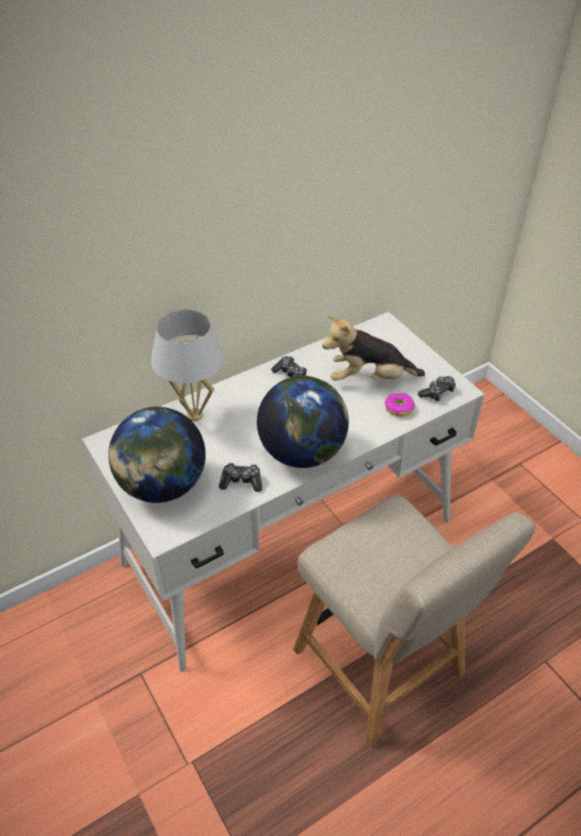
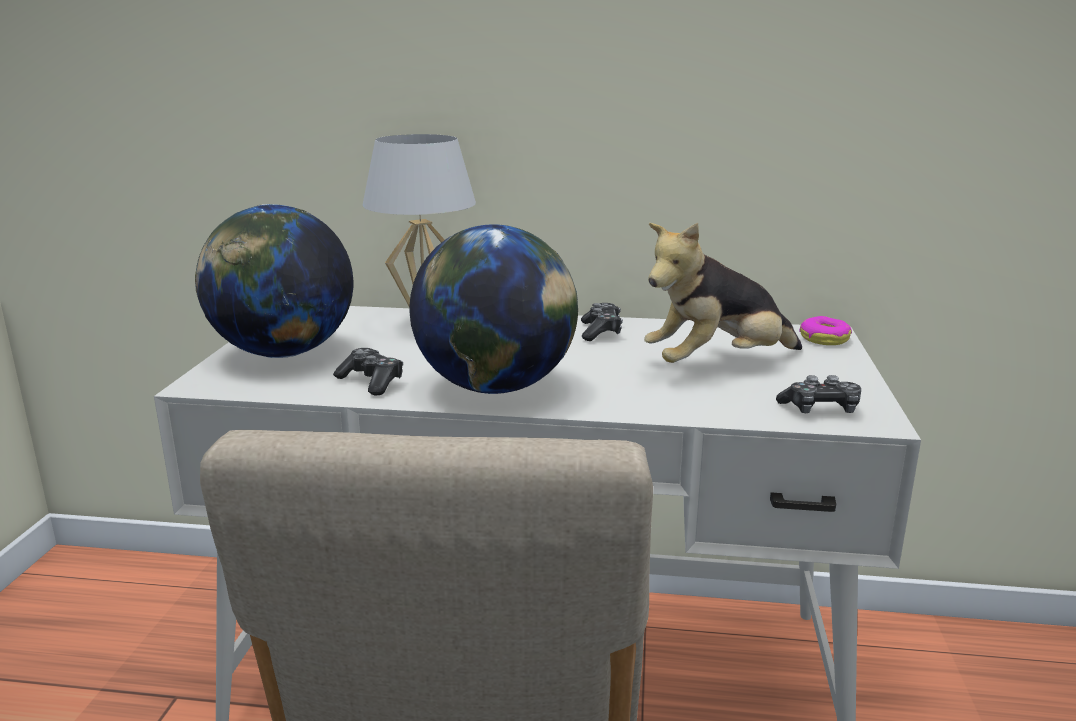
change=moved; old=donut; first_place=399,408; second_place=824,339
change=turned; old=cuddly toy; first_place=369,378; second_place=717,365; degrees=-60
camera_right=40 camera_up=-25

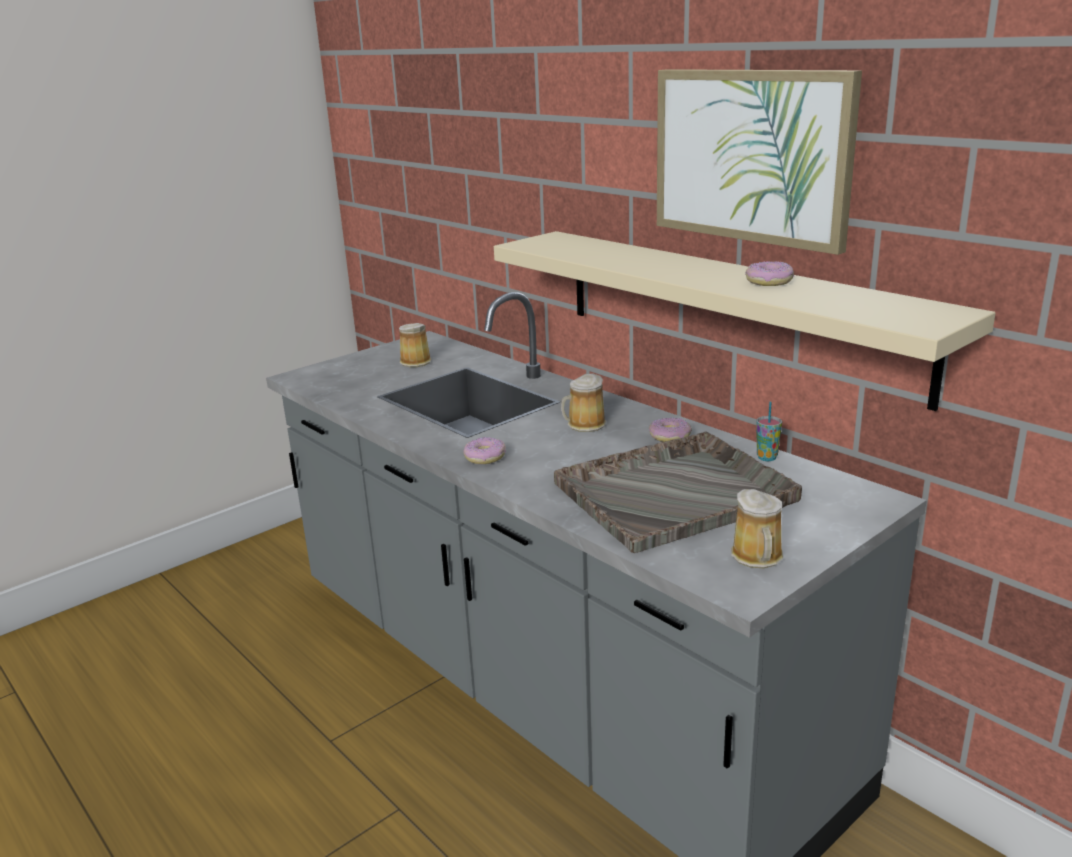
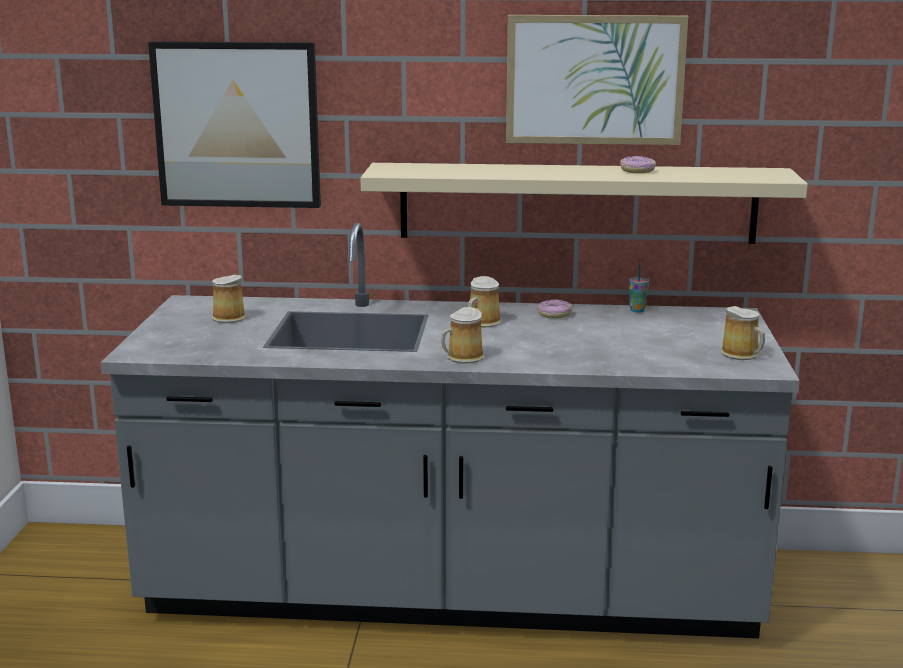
change=removed; old=serving tray/greyish; first_place=676,492
change=added; new=wall art; second_place=237,125
change=replaced; old=donut; new=coffee mug; first_place=484,457; second_place=462,357
camera_right=-45 camera_up=-5

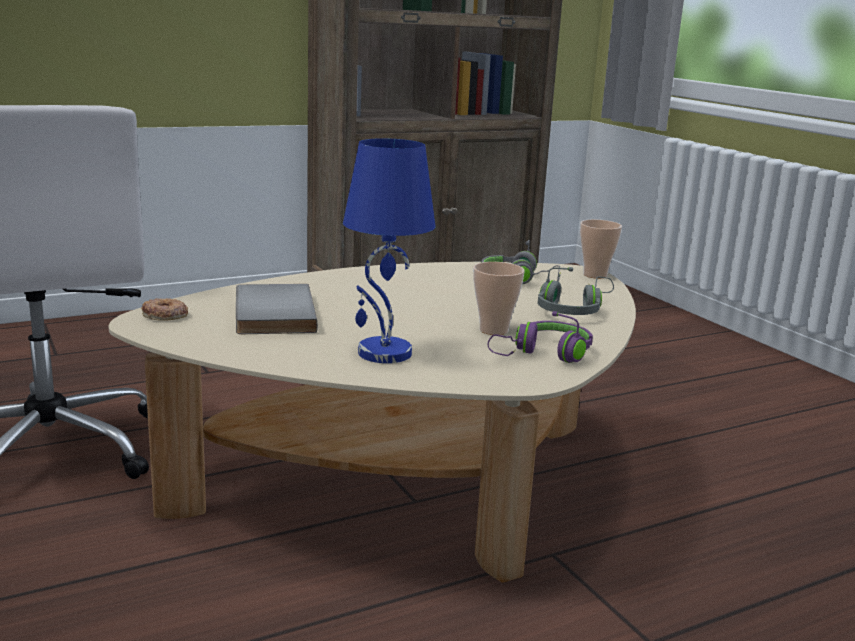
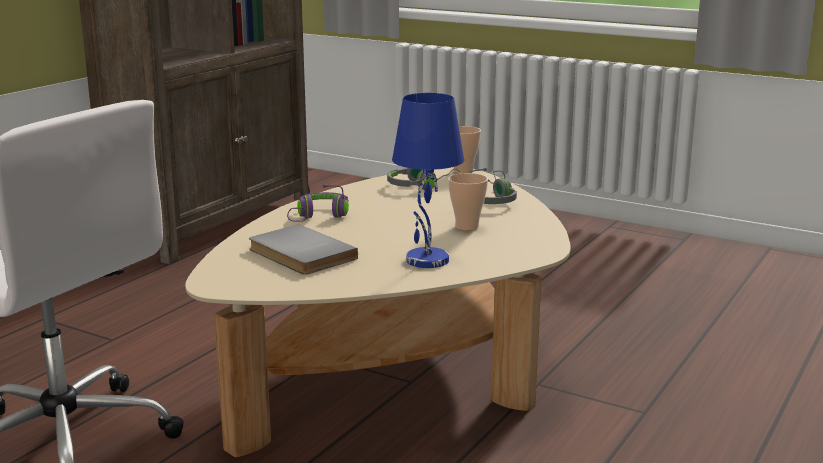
change=removed; old=donut; first_place=164,315
change=moved; old=pair of headphones/purple; first_place=544,355; second_place=319,216
camera_right=-30 camera_up=0

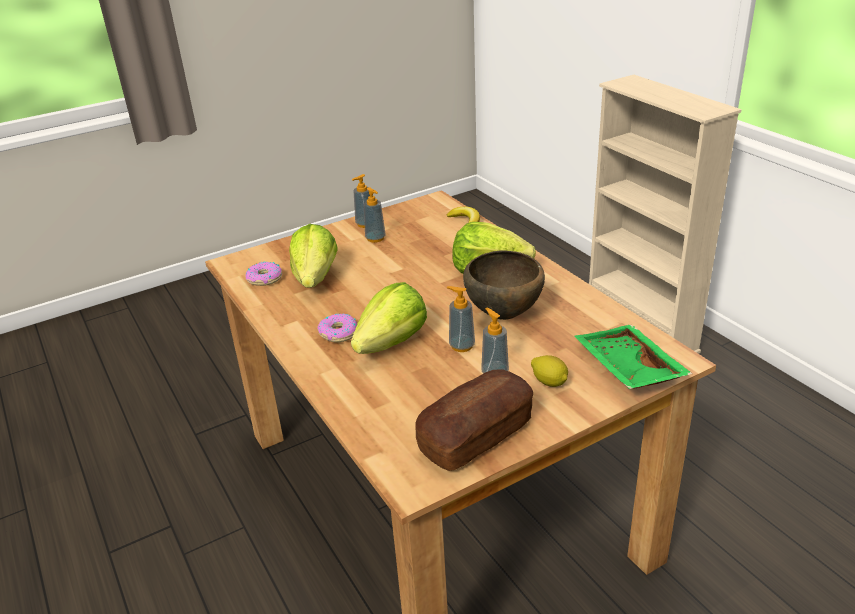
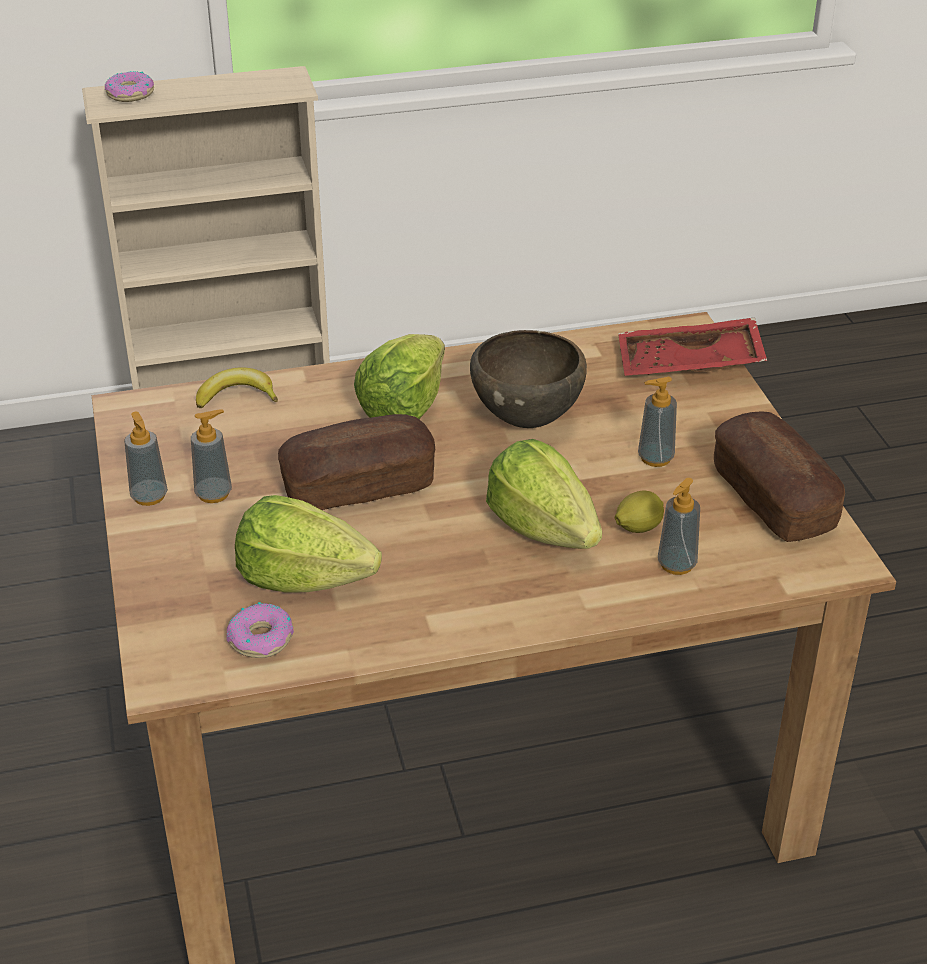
change=added; new=baked bread; second_place=358,486
change=moved; old=donut; first_place=338,333; second_place=130,94
change=moved; old=soap bottle; first_place=461,346; second_place=676,564
change=moved; old=citrus fruit; first_place=549,382; second_place=637,528
change=recoloured; old=serving tray/green; new=serving tray/red-coloured; first_place=626,369; second_place=689,366
camera_right=-75 camera_up=5

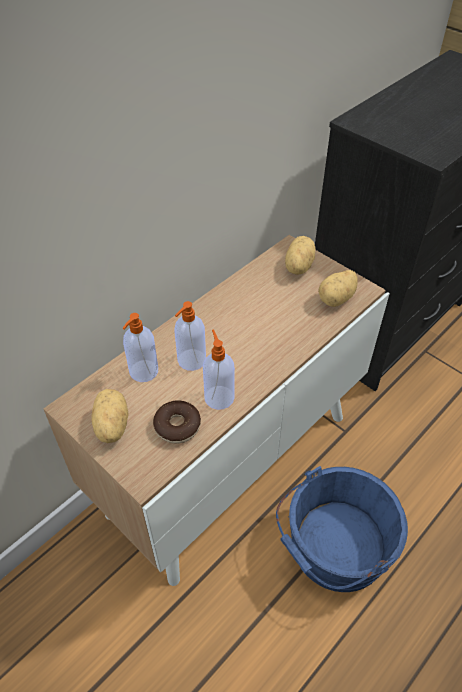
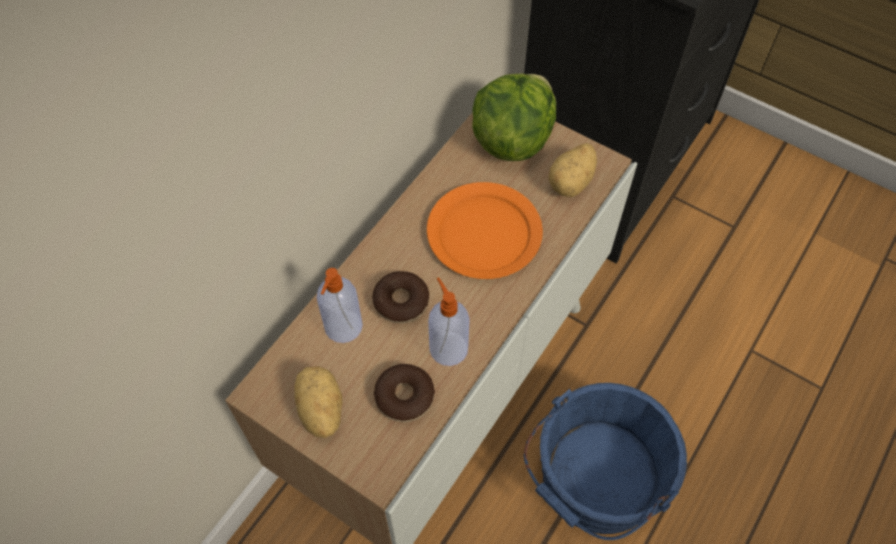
change=added; new=flat dish/orange-coloured; second_place=484,234
change=replaced; old=soap bottle; new=donut; first_place=191,360; second_place=401,302
change=replaced; old=whole potato; new=head of lettuce; first_place=297,266; second_place=512,139
camera_right=-10 camera_up=10

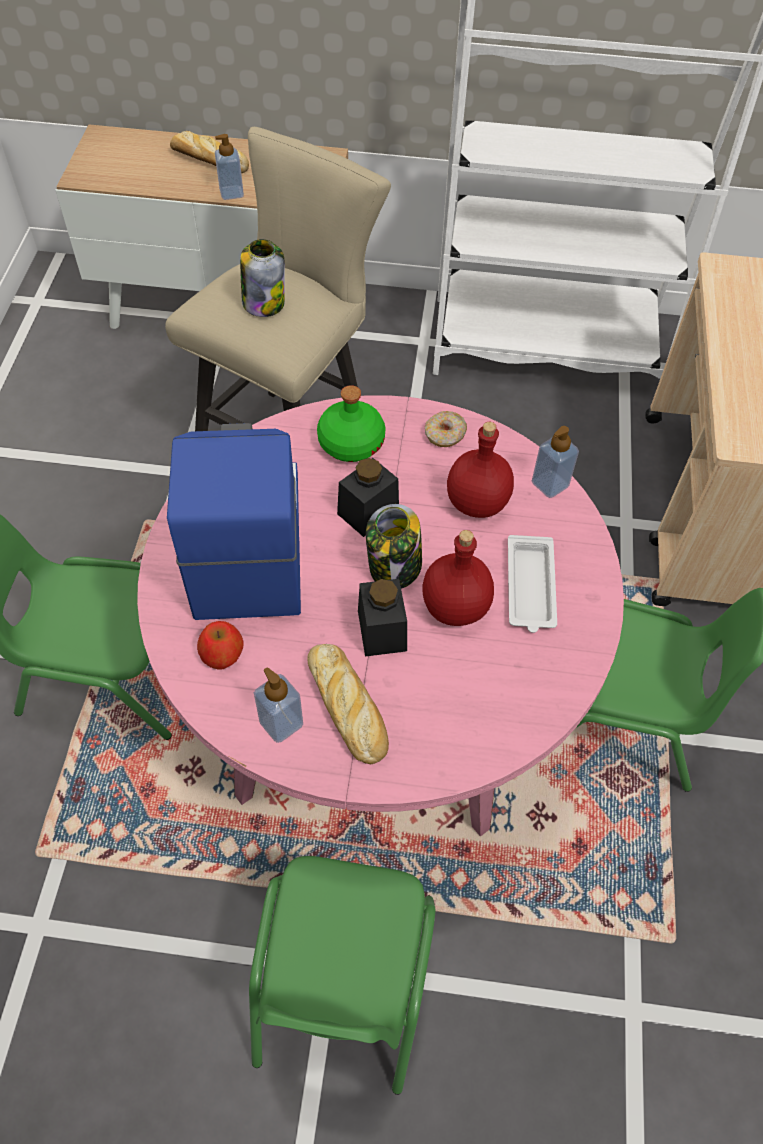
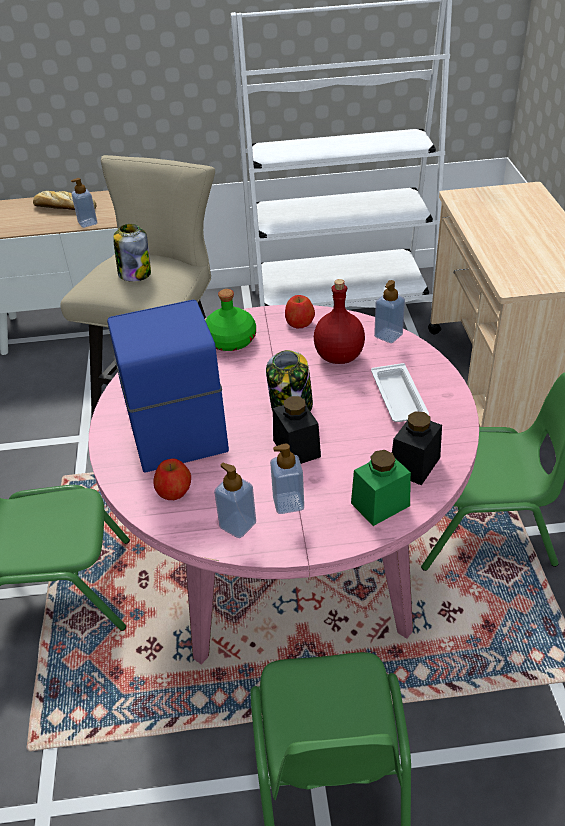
change=removed; old=bottle/red-coloured; first_place=455,606
change=added; new=jar/green; second_place=380,504
change=moved; old=jar/blackish; first_place=368,512; second_place=414,465
change=replaced; old=baked bread; new=soap bottle; first_place=348,708; second_place=288,503
change=replaced; old=donut; new=whole apple; first_place=445,435; second_place=299,322
camera_right=-10 camera_up=-15

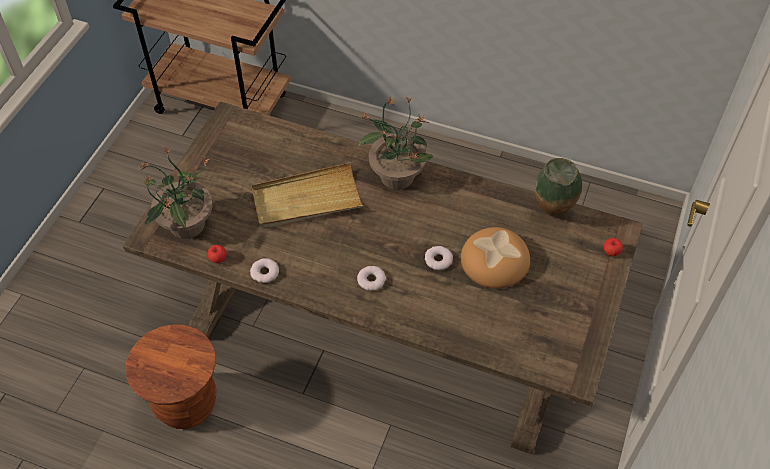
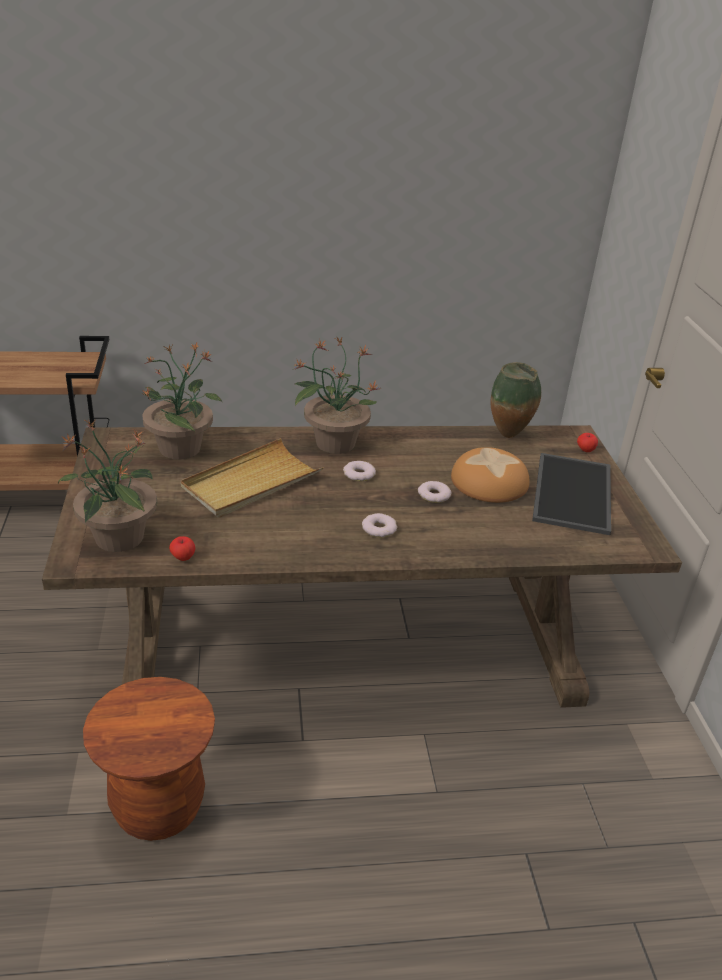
change=added; new=plant in a pot; second_place=181,448
change=added; new=serving tray; second_place=574,494
change=moved; old=donut; first_place=264,272; second_place=359,474
camera_right=-30 camera_up=-20

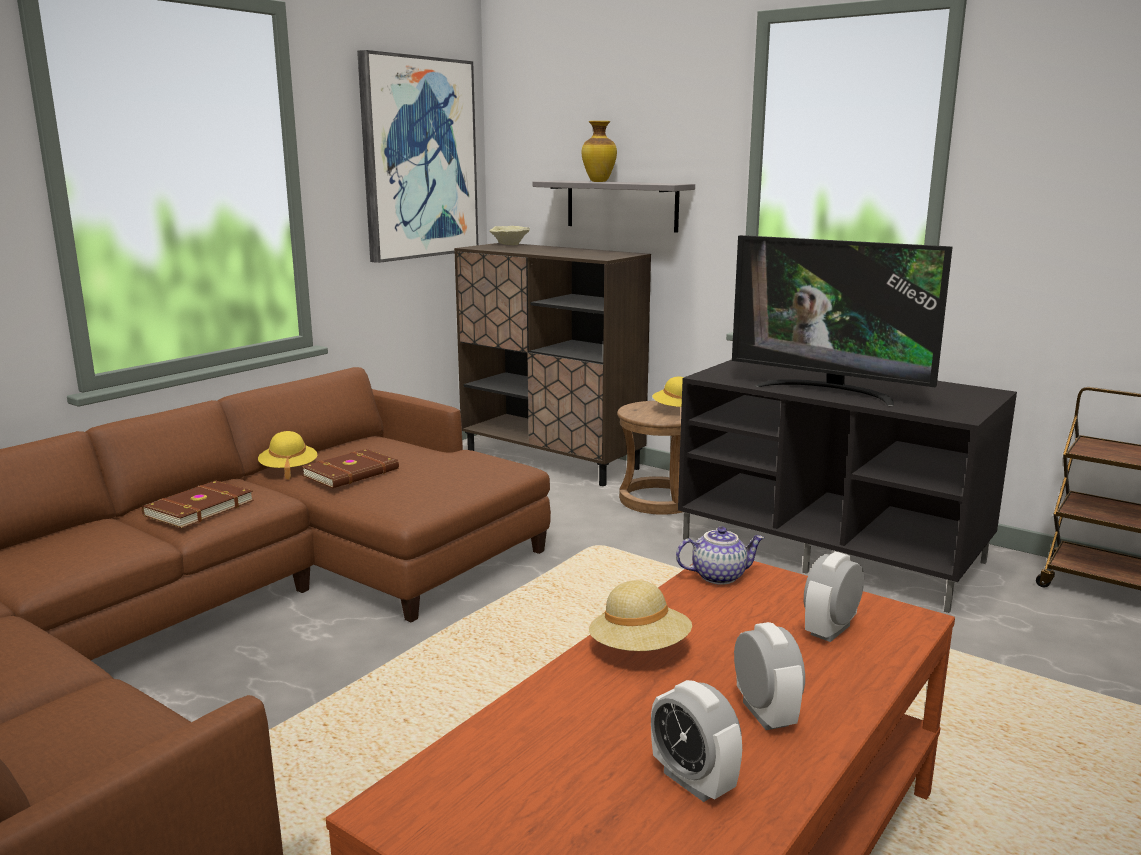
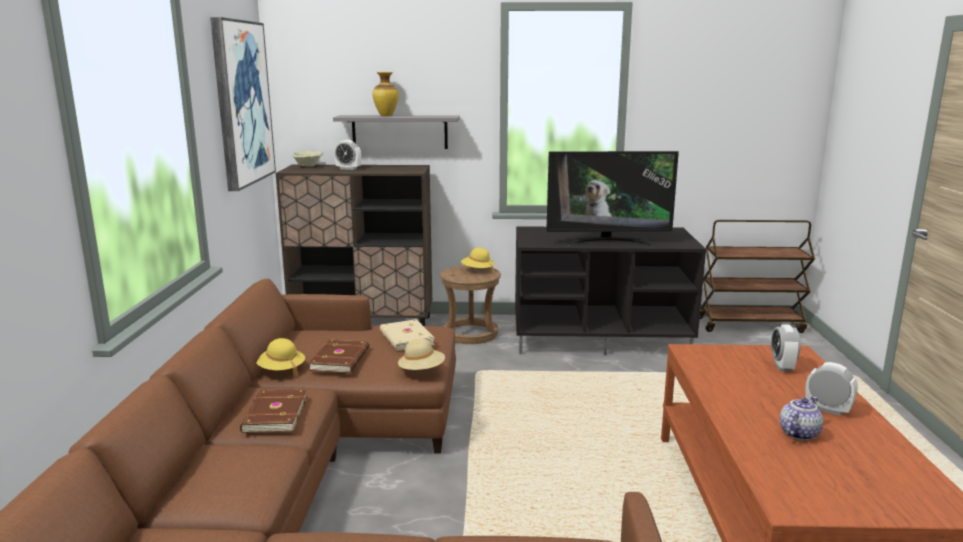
change=added; new=volume/beige-coloured; second_place=405,338
change=moved; old=wearable hat/beige-coloured; first_place=640,650; second_place=421,371
change=moved; old=alarm clock; first_place=693,781; second_place=348,169
change=moved; old=teapot; first_place=719,576; second_place=798,433
camera_right=-35 camera_up=0

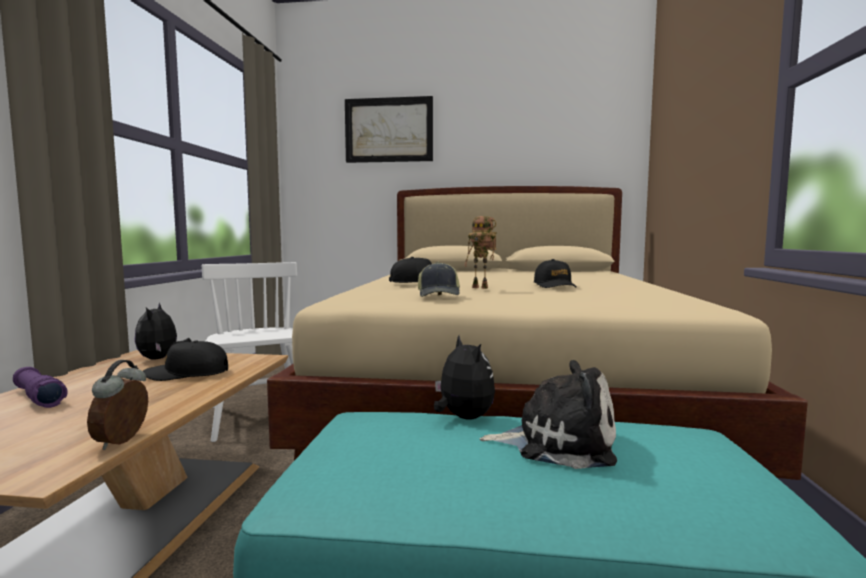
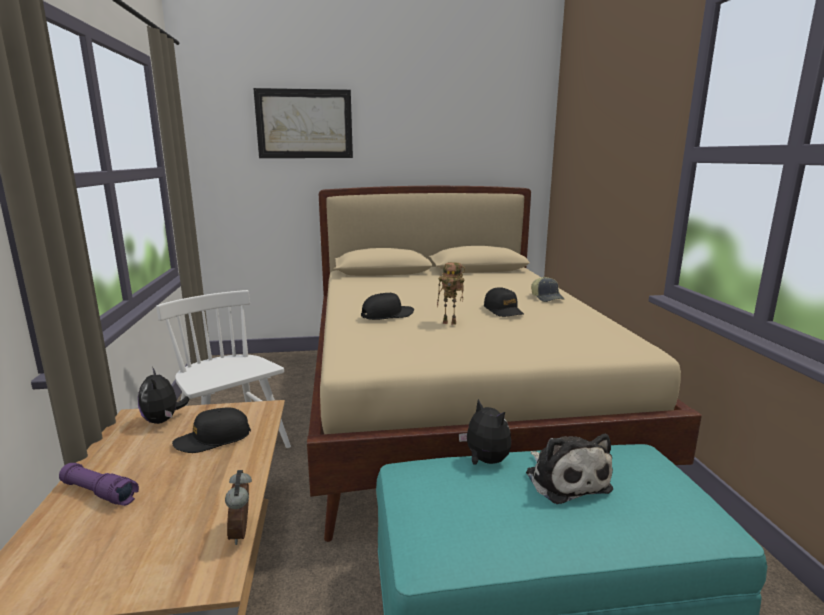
change=moved; old=cap; first_place=439,295; second_place=547,298
change=turned; old=cuddly toy; first_place=557,442; second_place=565,479; degrees=75
camera_right=-15 camera_up=10

